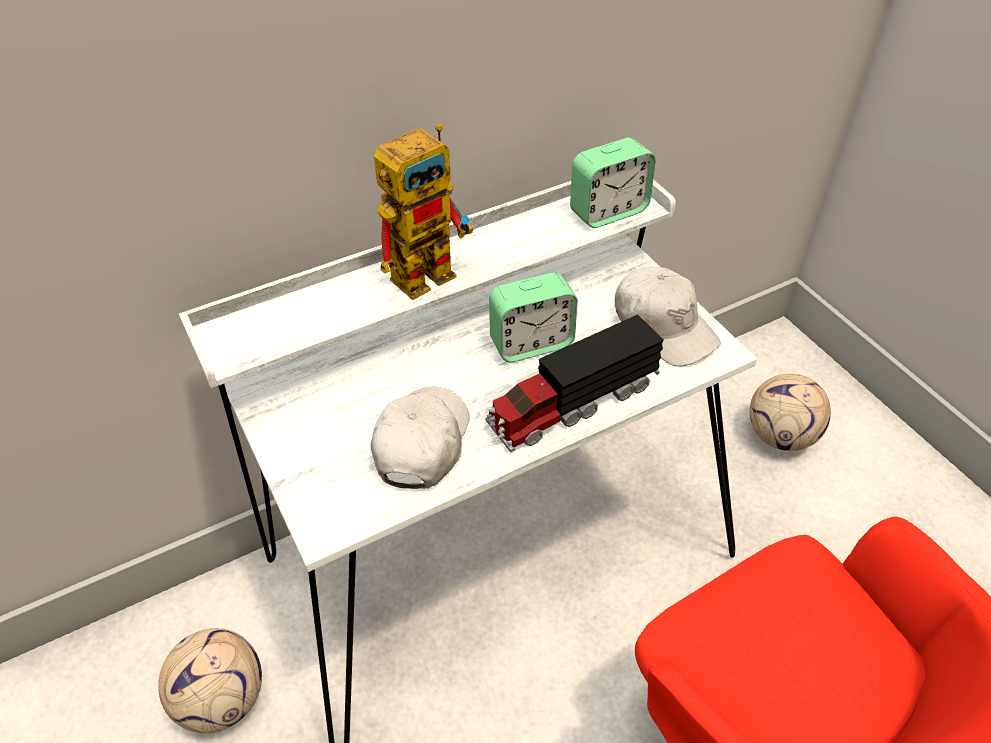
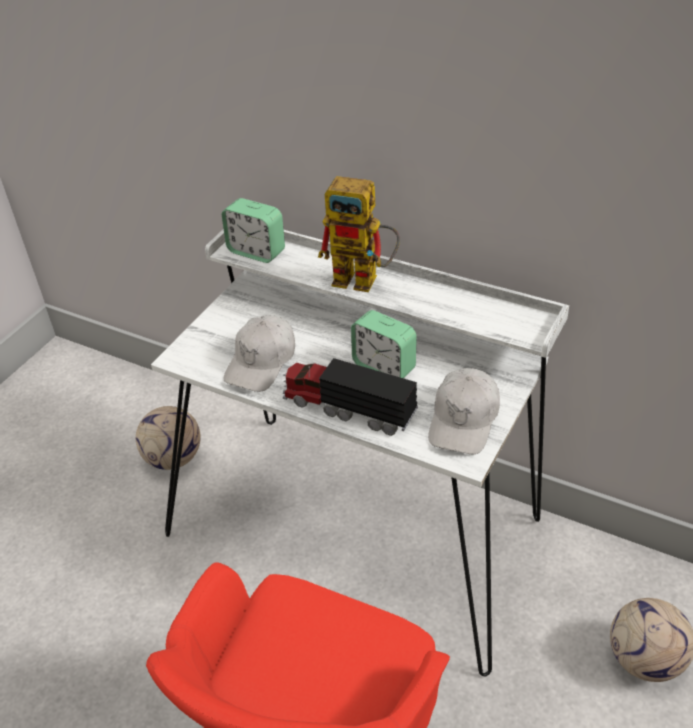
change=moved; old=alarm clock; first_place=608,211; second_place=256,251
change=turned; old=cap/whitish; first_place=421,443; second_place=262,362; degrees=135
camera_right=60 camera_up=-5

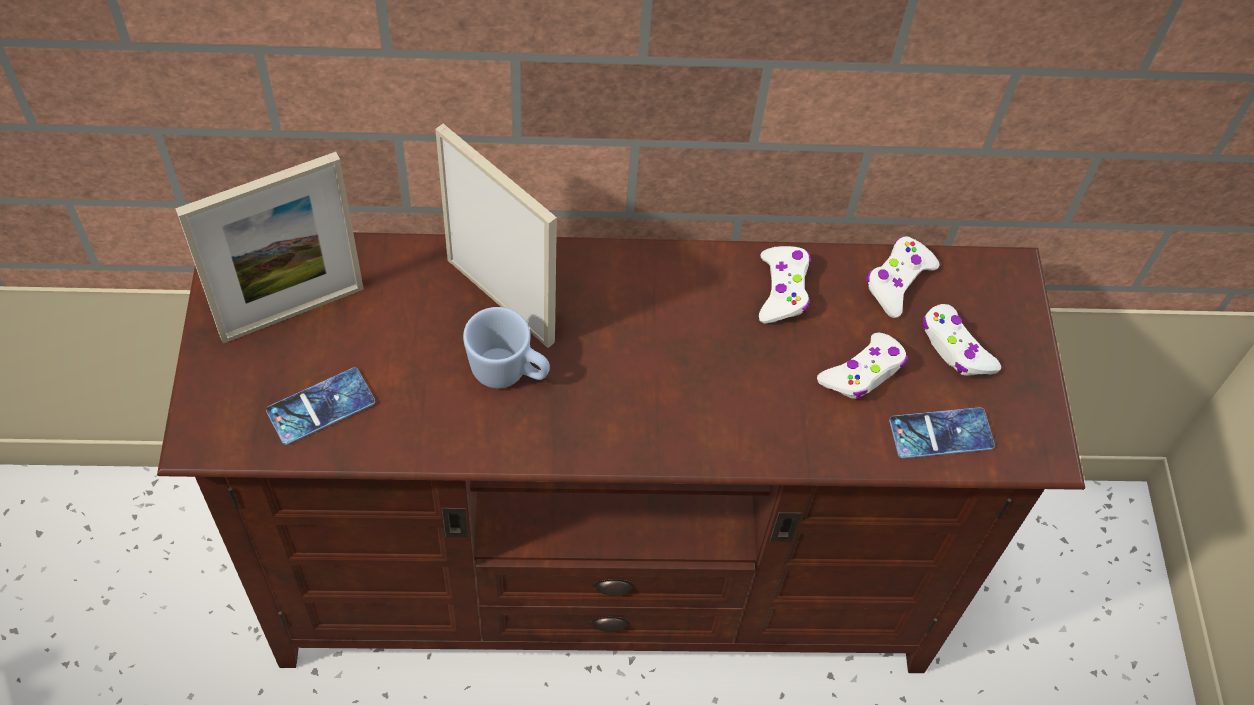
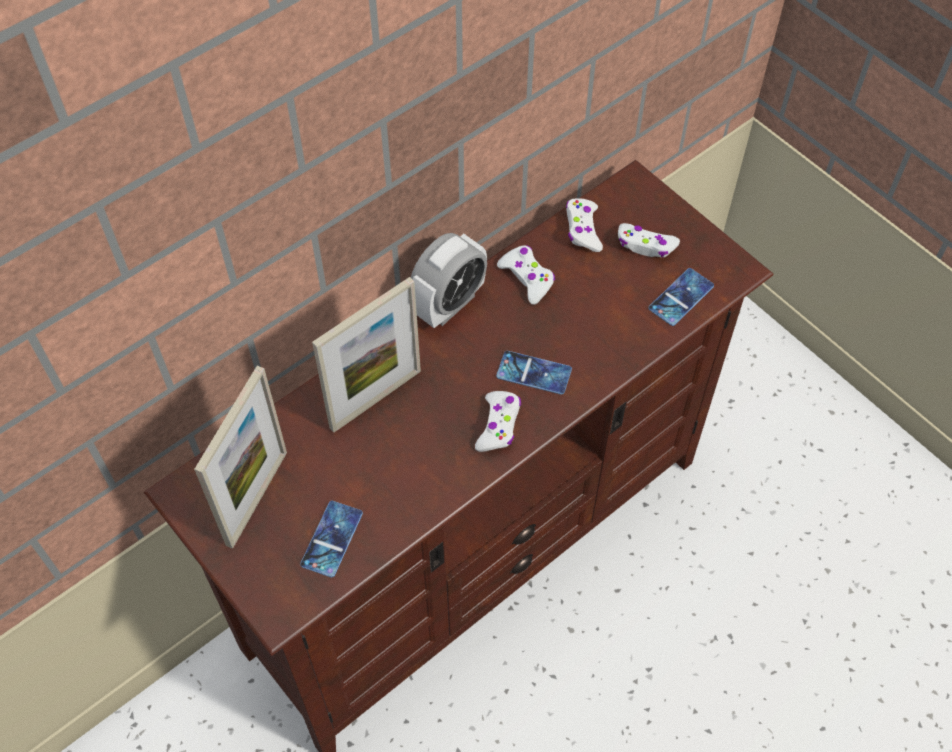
change=removed; old=coffee mug/bluish; first_place=508,373
change=added; new=alarm clock; second_place=449,304
change=added; new=handset; second_place=534,373
change=moved; old=game controller/whitish; first_place=863,373; second_place=498,425
change=turned; old=photo frame; first_place=500,300; second_place=375,399; degrees=135
camera_right=-35 camera_up=0

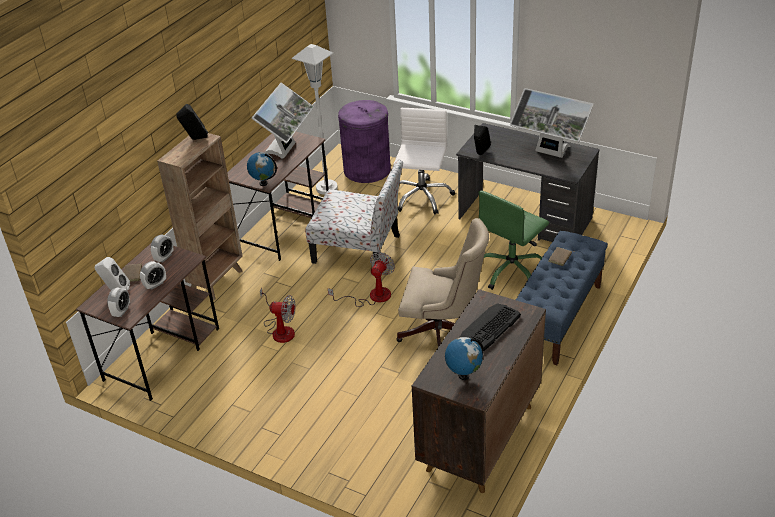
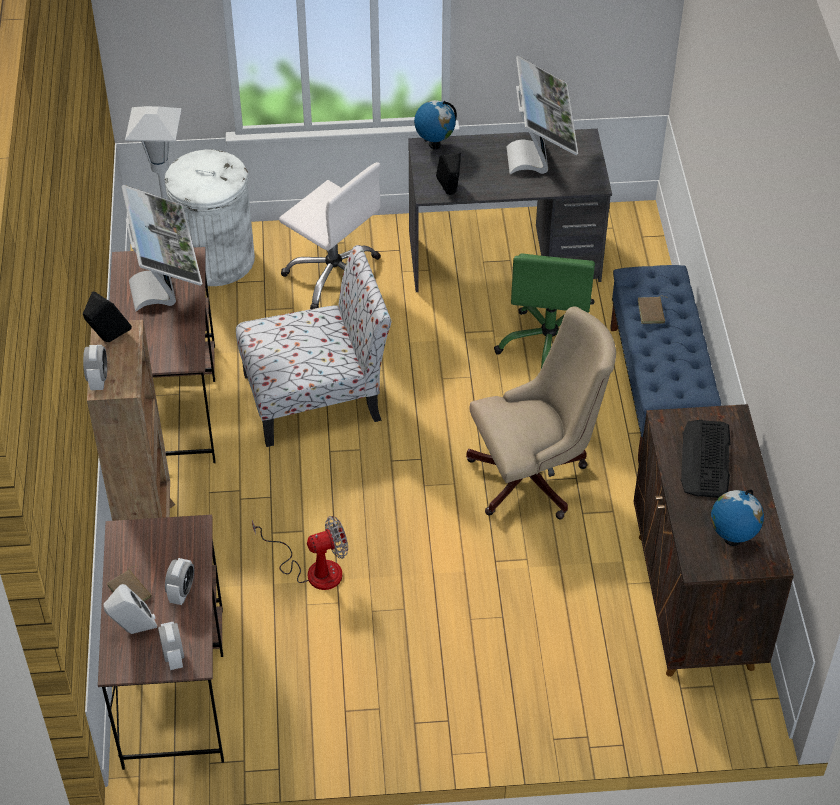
change=removed; old=electric fan; first_place=372,297
change=moved; old=alarm clock; first_place=164,257; second_place=98,380
change=moved; old=world globe; first_place=263,183; second_place=434,144
change=recoloured; old=rubbish bin/purple; new=rubbish bin/whitish; first_place=367,170; second_place=216,259
change=turned; old=desk chair/whitish; first_place=421,197; second_place=335,276; degrees=150
change=turned; old=computer screen; first_place=549,154; second_place=540,159; degrees=-90
camera_right=-35 camera_up=10

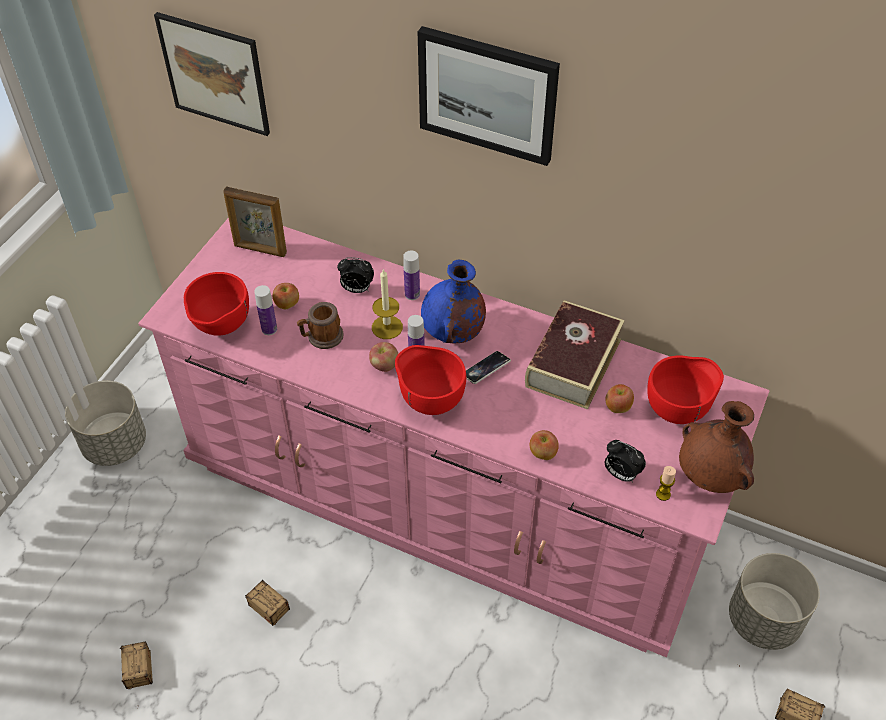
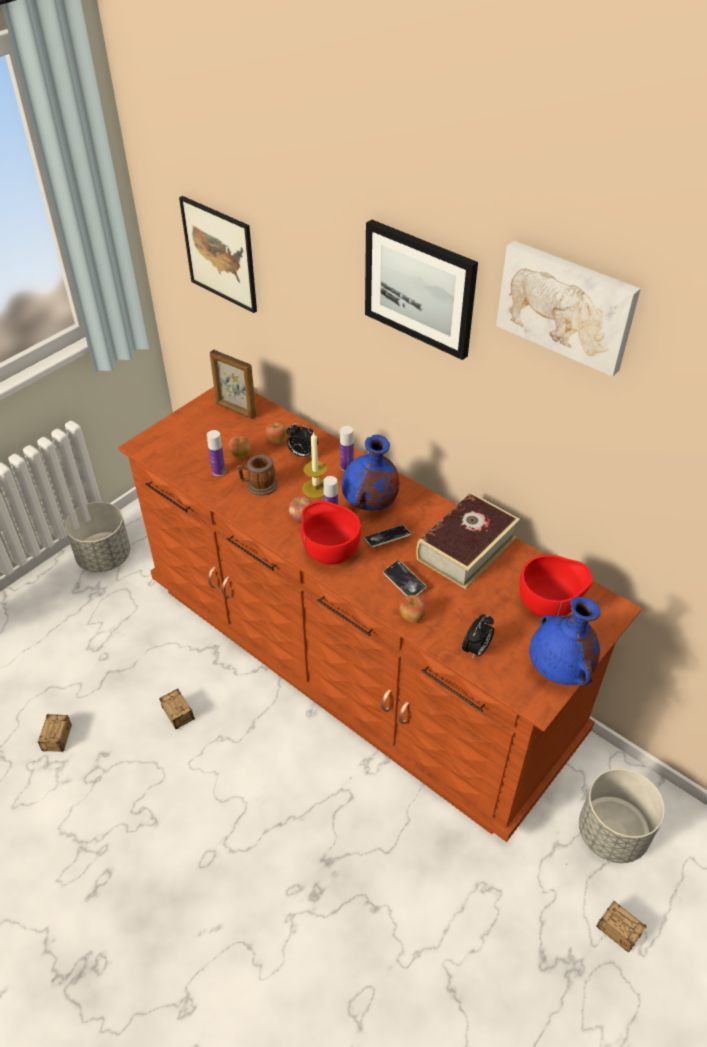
change=removed; old=deep dish/red-coloured; first_place=221,328
change=removed; old=wax light; first_place=663,494
change=added; new=handset; second_place=404,581
change=added; new=wall art; second_place=567,305
change=moved; old=whole apple; first_place=617,407; second_place=277,441
change=recoloured; old=drawer chest/pinkish; new=drawer chest/brown; first_place=445,498; second_place=355,659
change=recoloured; old=vase/brown; new=vase/bluish; first_place=711,477; second_place=559,671
change=turned; old=alarm clock; first_place=621,474; second_place=476,650; degrees=-105
camera_right=15 camera_up=-5

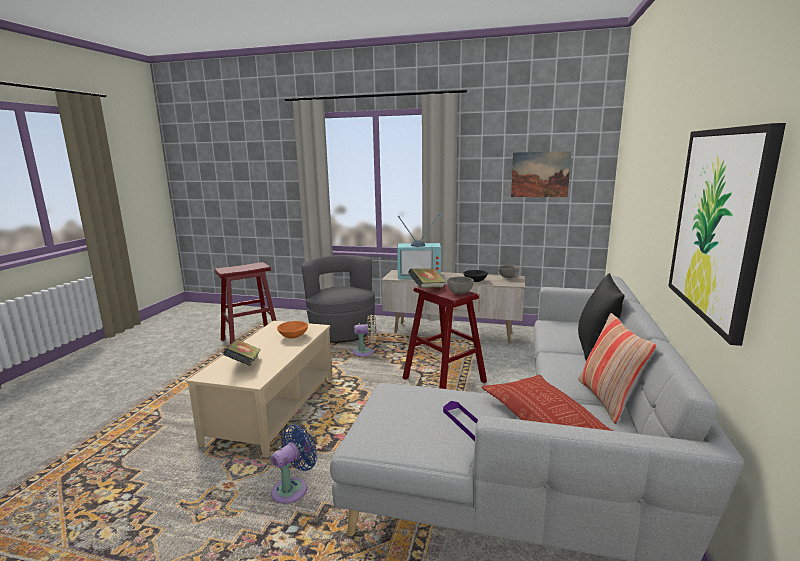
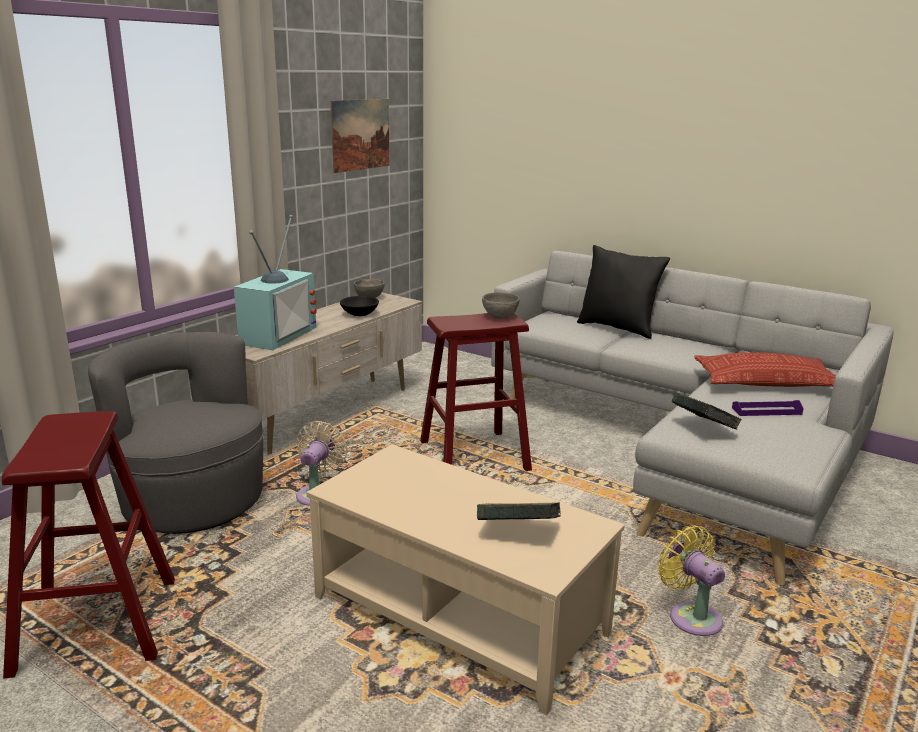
change=removed; old=deep dish/orange-coloured; first_place=293,336
change=removed; old=throw pillow; first_place=608,400
change=removed; old=wall art; first_place=718,224
change=moved; old=volume; first_place=427,288; second_place=703,428
change=recoloured; old=electric fan/bluish; new=electric fan/yellow-coloured; first_place=293,489; second_place=691,616
change=turned; old=lounge chair/greyish; first_place=342,331; second_place=192,501; degrees=45
camera_right=-70 camera_up=5

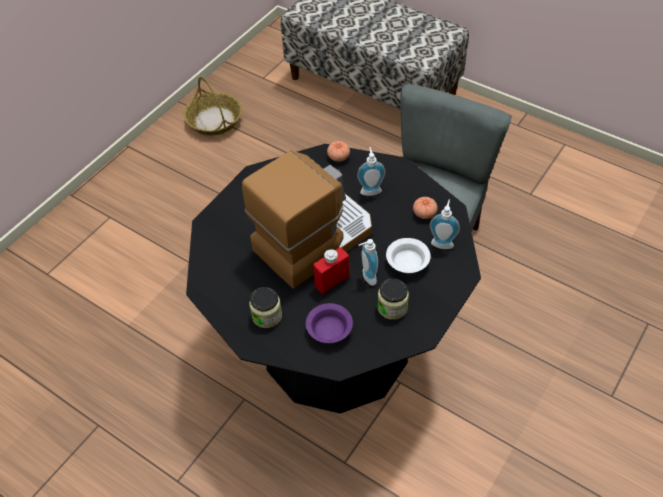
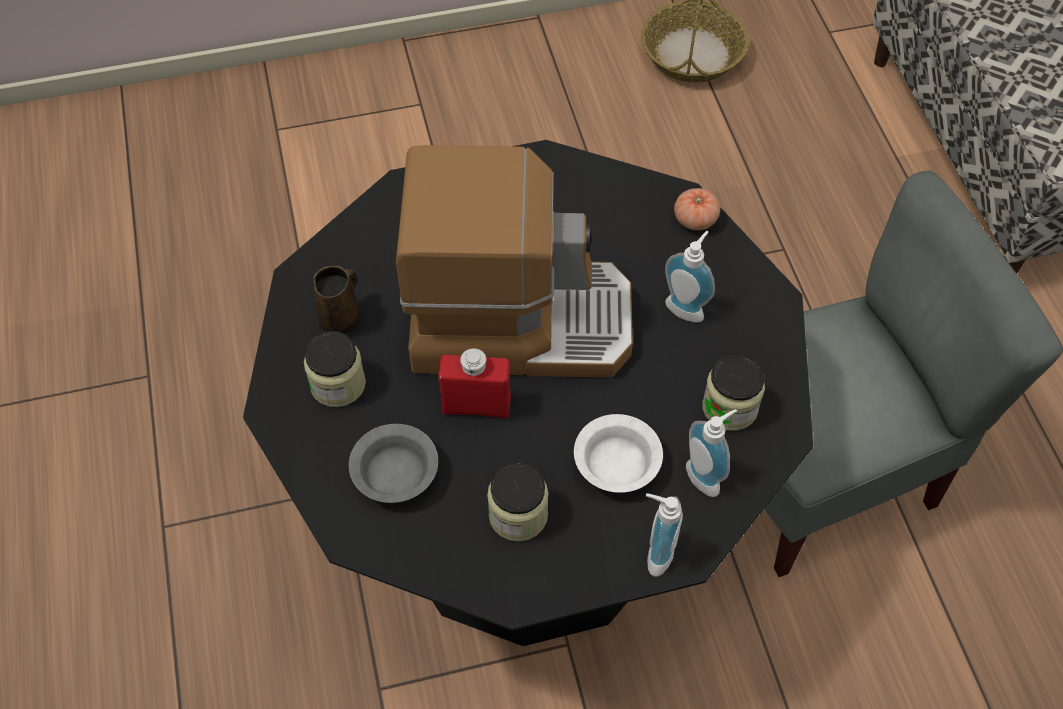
change=added; new=coffee mug/brown; second_place=341,318
change=moved; old=soap bottle; first_place=366,277; second_place=655,553
change=replaced; old=tomato; new=jar; first_place=424,213; second_place=730,407
change=recoloured; old=deep dish/purple; new=deep dish/greyish; first_place=330,330; second_place=397,476
camera_right=40 camera_up=5

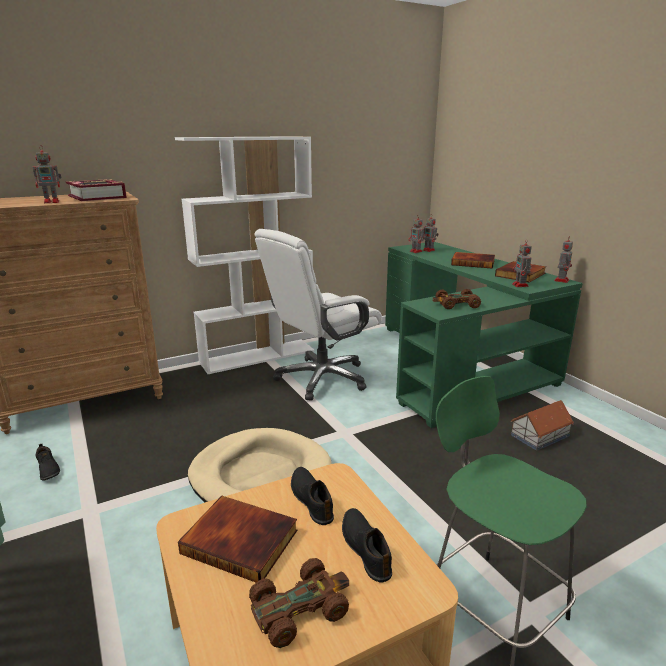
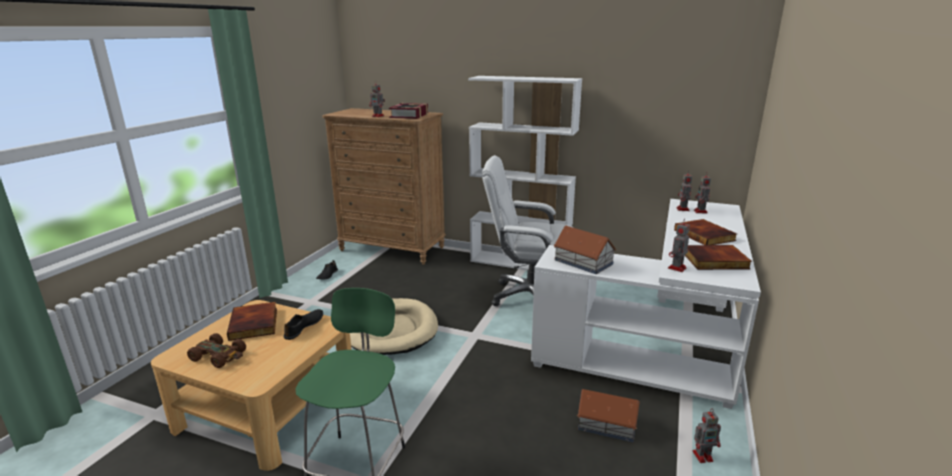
change=removed; old=item of footwear/blackish; first_place=366,548
change=moved; old=toy robot; first_place=561,280; second_place=703,456
change=replaced; old=miniature car/brown; new=toy house; first_place=456,304; second_place=583,262
change=recoloured; old=desk unit/green; new=desk unit/whitish; first_place=461,365; second_place=664,342
camera_right=50 camera_up=0

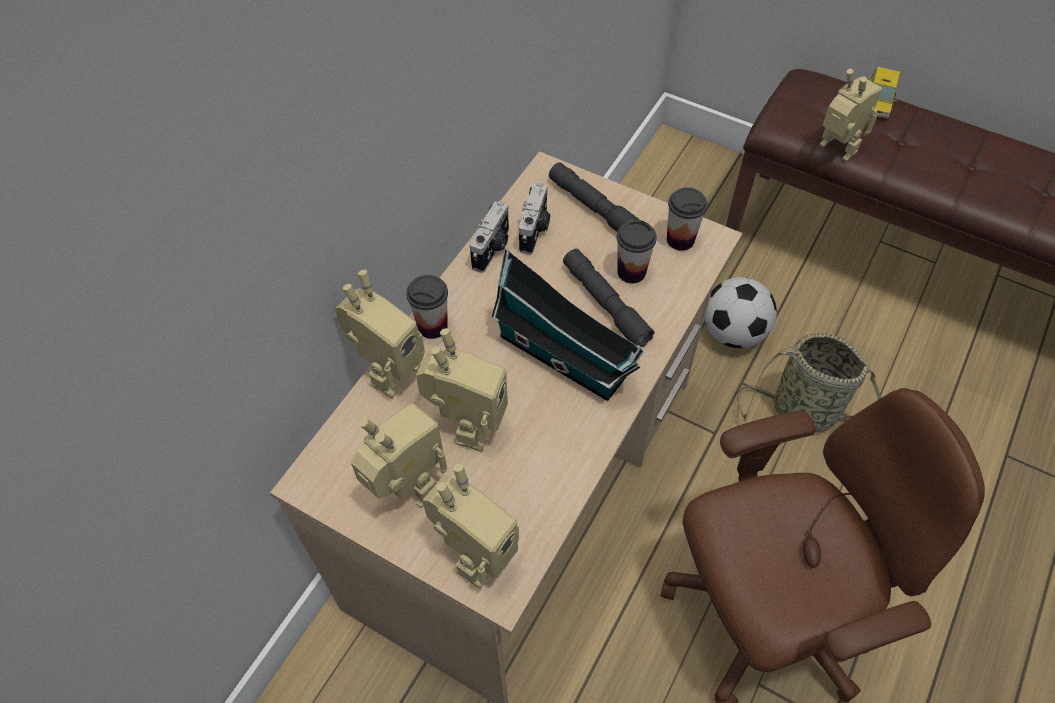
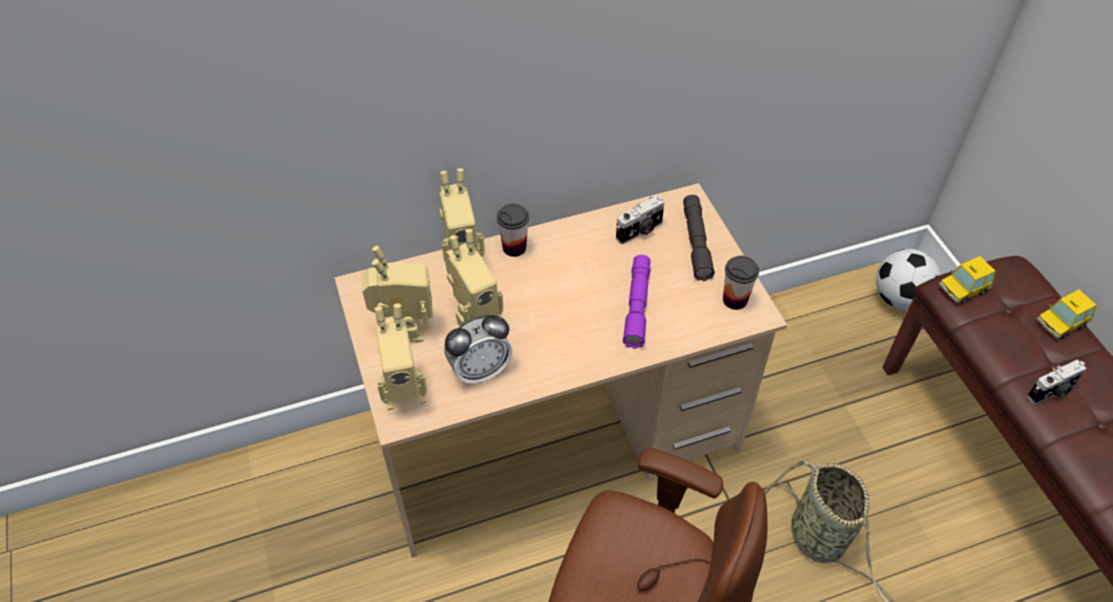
change=removed; old=toy house; first_place=567,359
change=removed; old=drinking cup; first_place=631,272
change=removed; old=toy robot; first_place=834,151
change=added; new=alarm clock; second_place=480,371
change=added; new=miniature car; second_place=963,289
change=moved; old=photo camera; first_place=492,249; second_place=1051,392
change=moved; old=football; first_place=733,332; second_place=900,298
change=recoloured; old=hand torch/greyish; new=hand torch/purple; first_place=605,304; second_place=637,306
camera_right=40 camera_up=-5

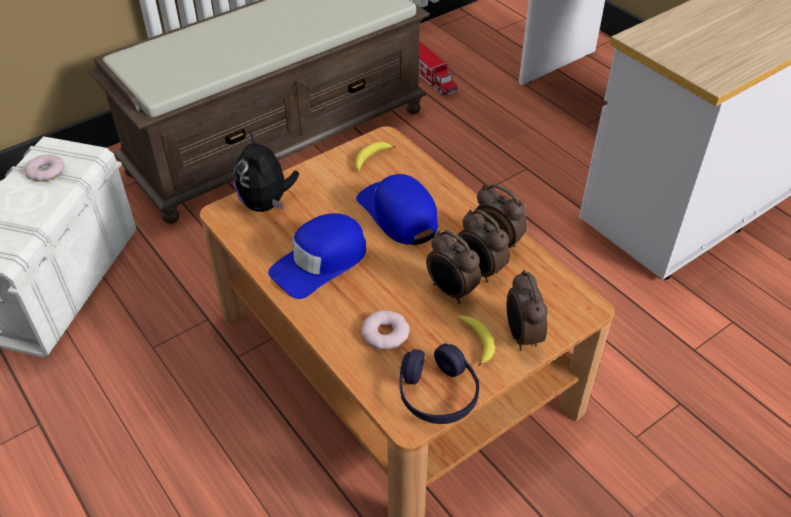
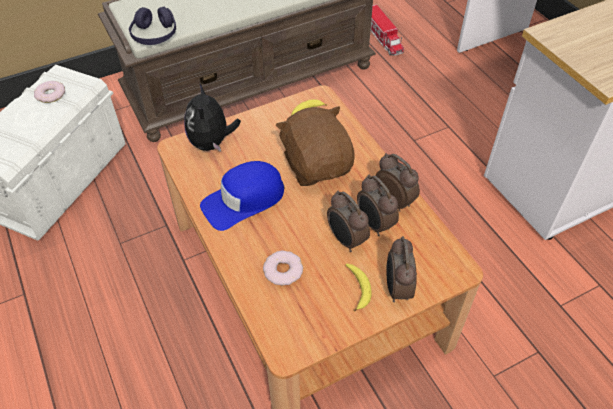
change=moved; old=pair of headphones/purple; first_place=437,394; second_place=154,35
change=replaced; old=cap/bluish; new=cuddly toy/brown; first_place=398,214; second_place=317,165
camera_right=10 camera_up=5

